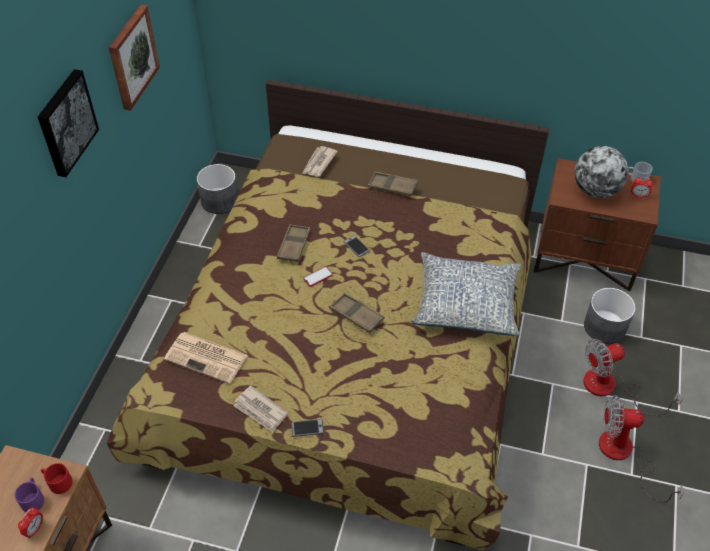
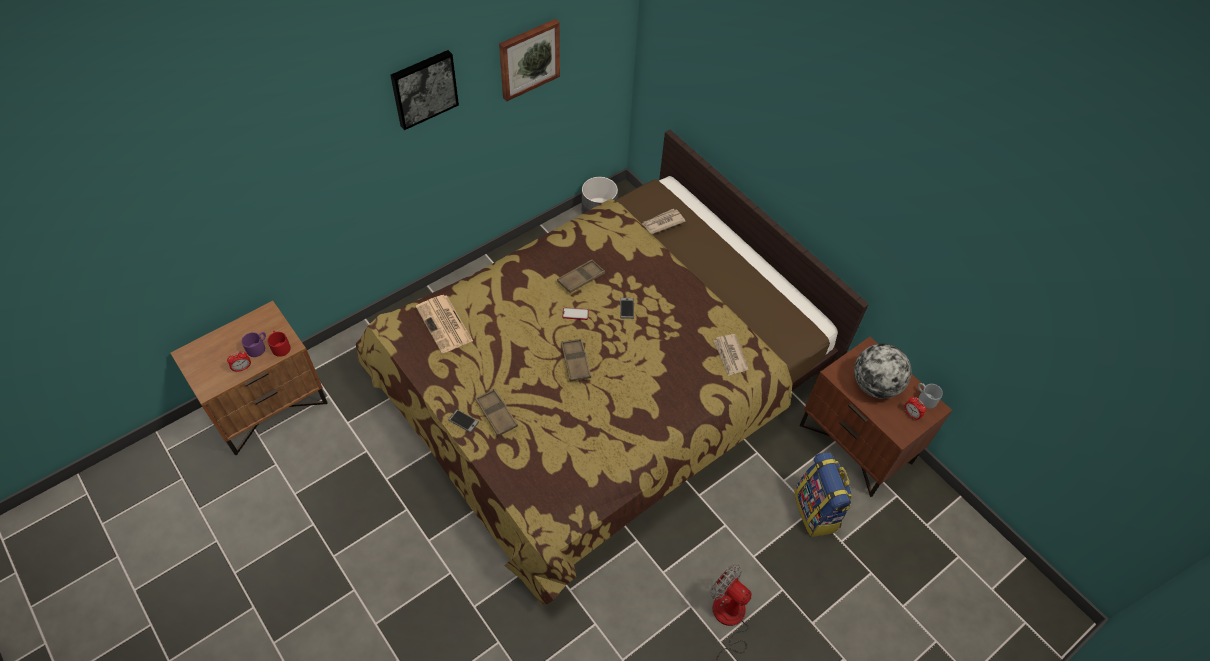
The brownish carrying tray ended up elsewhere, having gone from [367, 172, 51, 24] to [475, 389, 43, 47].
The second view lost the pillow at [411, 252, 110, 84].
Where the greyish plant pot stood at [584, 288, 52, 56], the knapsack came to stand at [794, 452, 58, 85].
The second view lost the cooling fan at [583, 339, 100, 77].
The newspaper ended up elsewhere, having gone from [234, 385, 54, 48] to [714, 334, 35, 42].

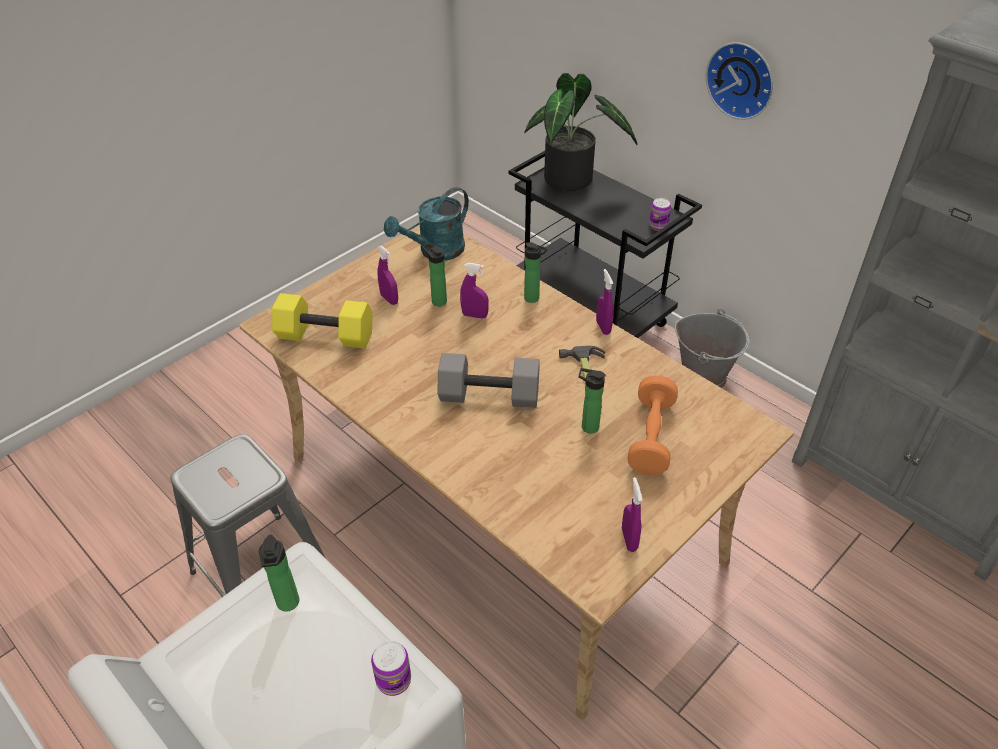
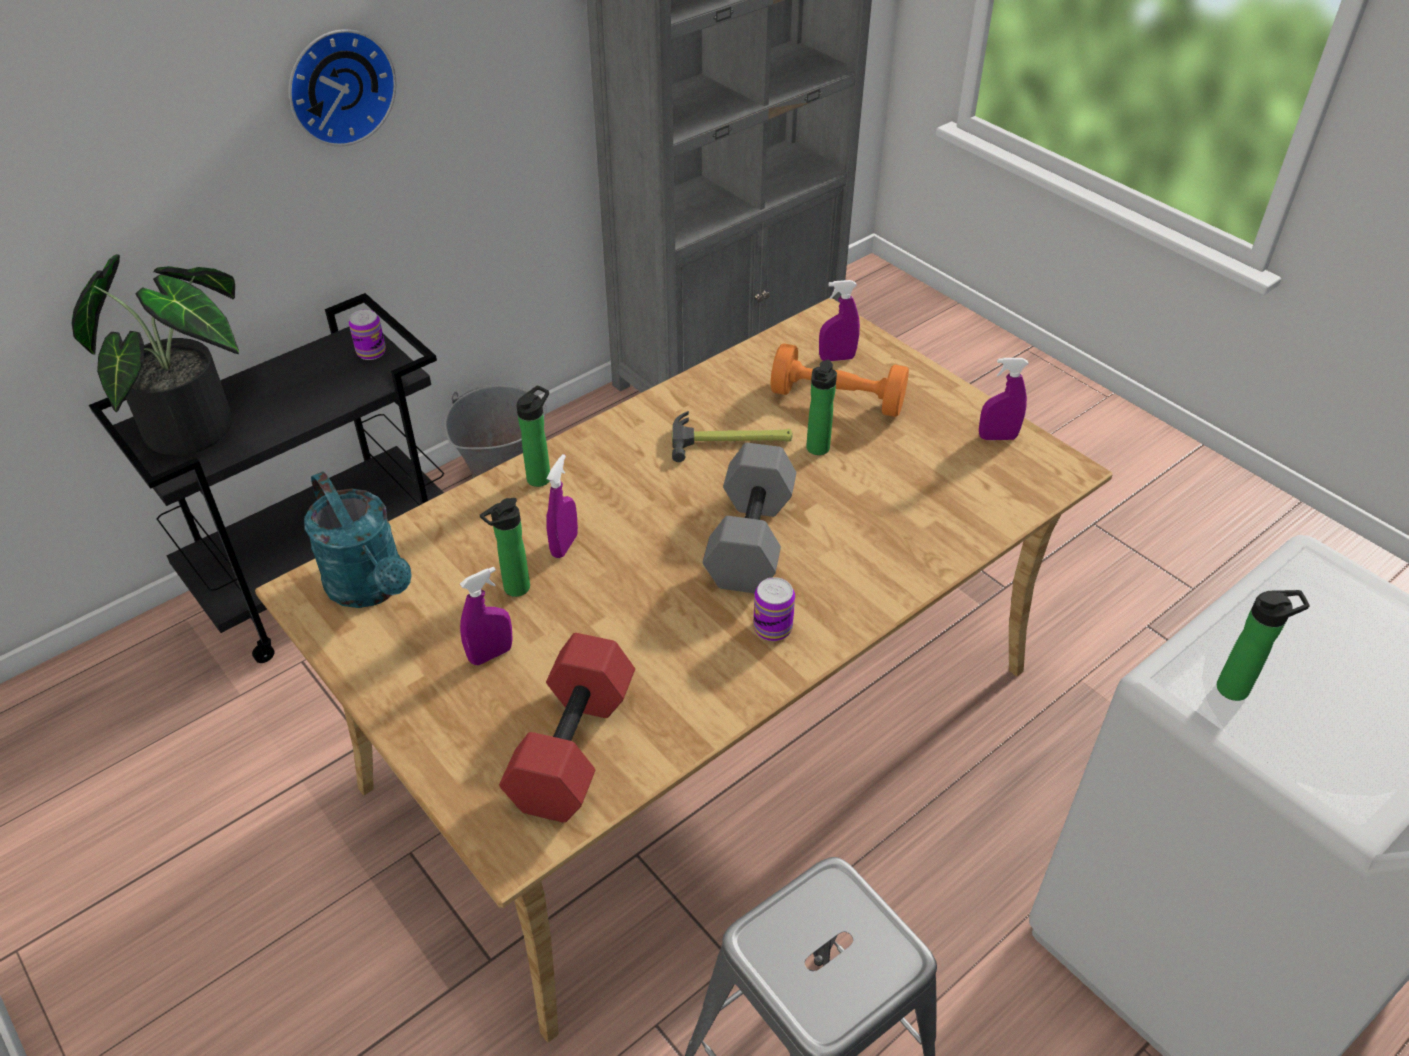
The purple sprayer ended up elsewhere, having gone from [596, 269, 17, 66] to [819, 280, 41, 81].
What was the yellowish hand weight at [272, 293, 101, 56] turned into the reddish hand weight at [499, 633, 136, 190].
The can ended up elsewhere, having gone from [371, 641, 40, 55] to [753, 577, 42, 64].

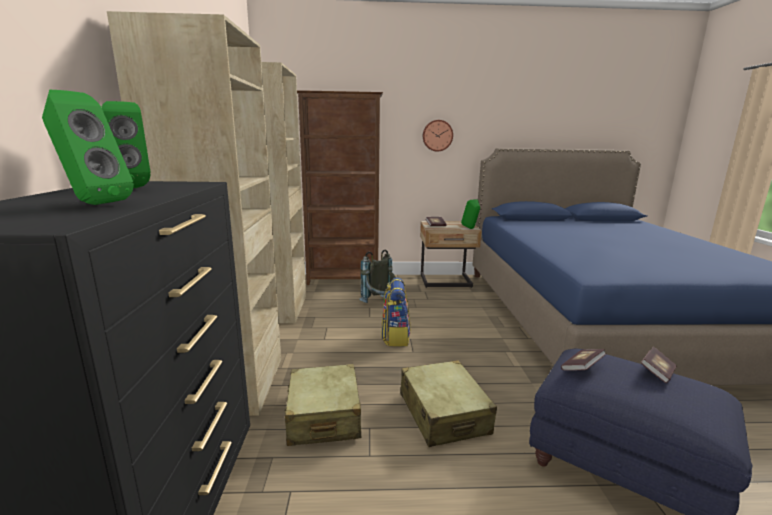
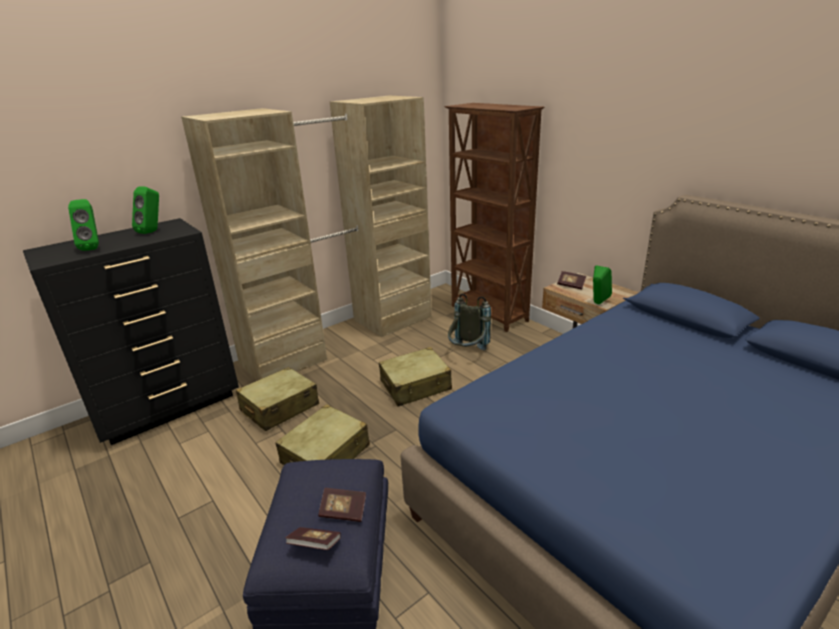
The second view lost the clock on the wall at [423, 120, 30, 32].
Where the knapsack stood at [381, 277, 30, 69], the beige-coloured travel case came to stand at [379, 347, 73, 60].
The volume ended up elsewhere, having gone from [561, 349, 45, 21] to [286, 527, 55, 23].

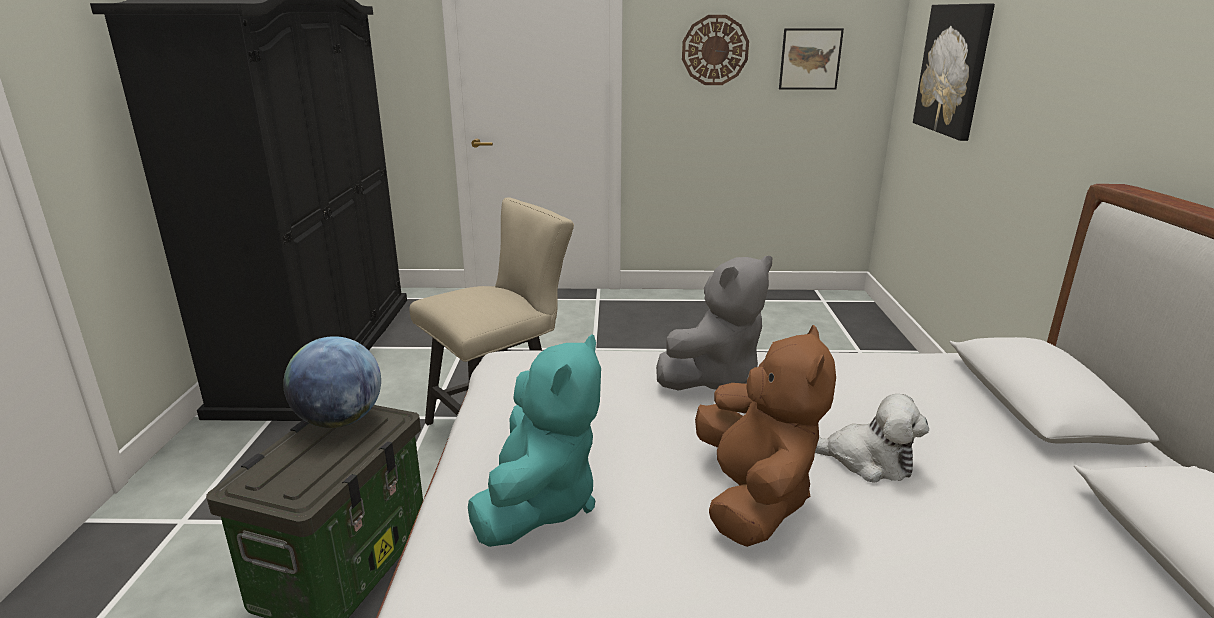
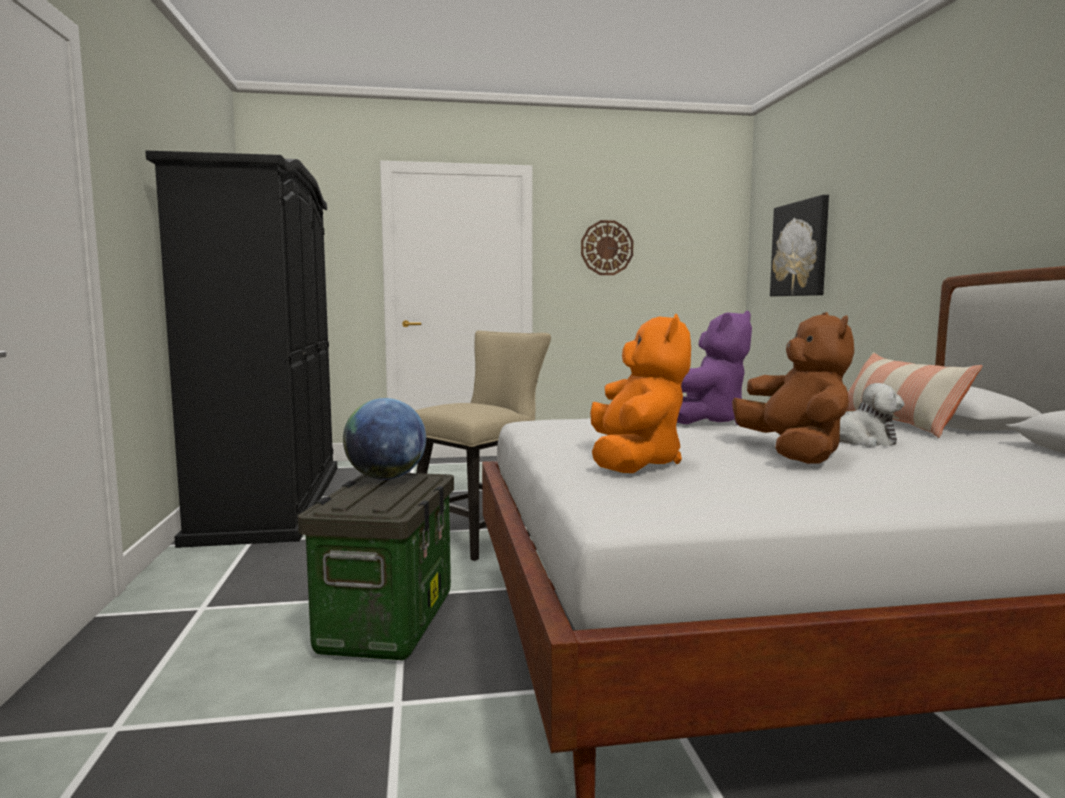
The second view lost the wall art at [779, 28, 65, 62].
What was the greyish soft toy at [656, 256, 116, 135] turned into the purple soft toy at [677, 311, 75, 114].
What was the turquoise-coloured soft toy at [468, 334, 133, 213] turned into the orangey soft toy at [590, 314, 101, 159].
The second view gained the pillow at [847, 352, 136, 86].

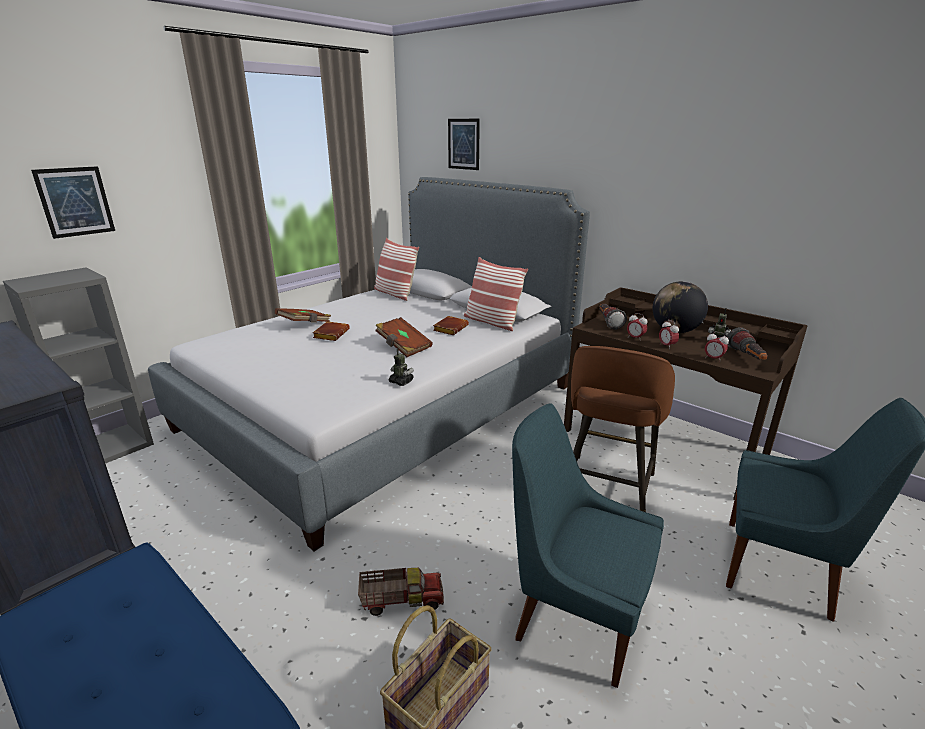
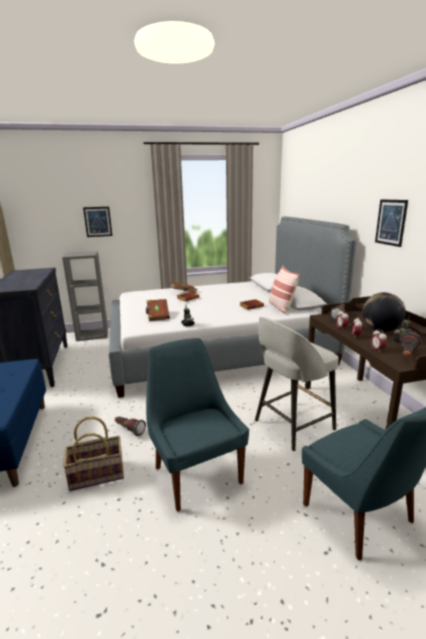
The wall art ended up elsewhere, having gone from [448, 119, 32, 51] to [375, 199, 33, 48].
The second view lost the pillow at [374, 238, 45, 63].
The brownish volume ended up elsewhere, having gone from [375, 317, 58, 40] to [146, 299, 24, 22].
What was the brownish stool seat at [571, 346, 104, 166] turned into the greyish stool seat at [255, 317, 84, 134].
Where the toy lorry stood at [358, 568, 86, 48], the flashlight came to stand at [114, 416, 32, 20].

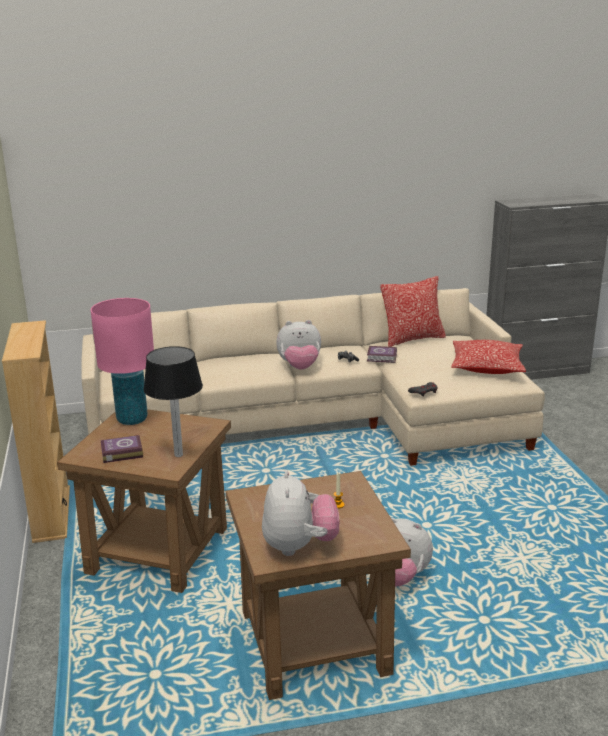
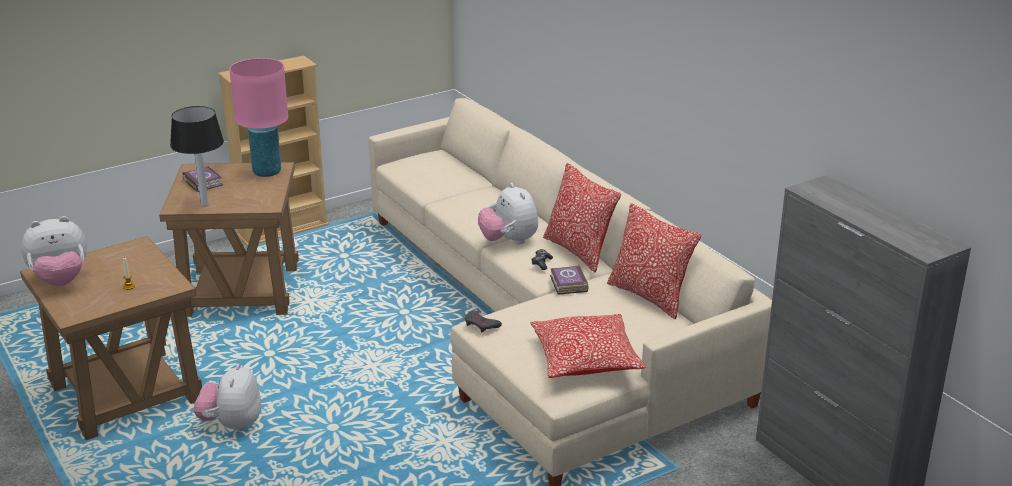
The second view gained the pillow at [543, 163, 78, 109].

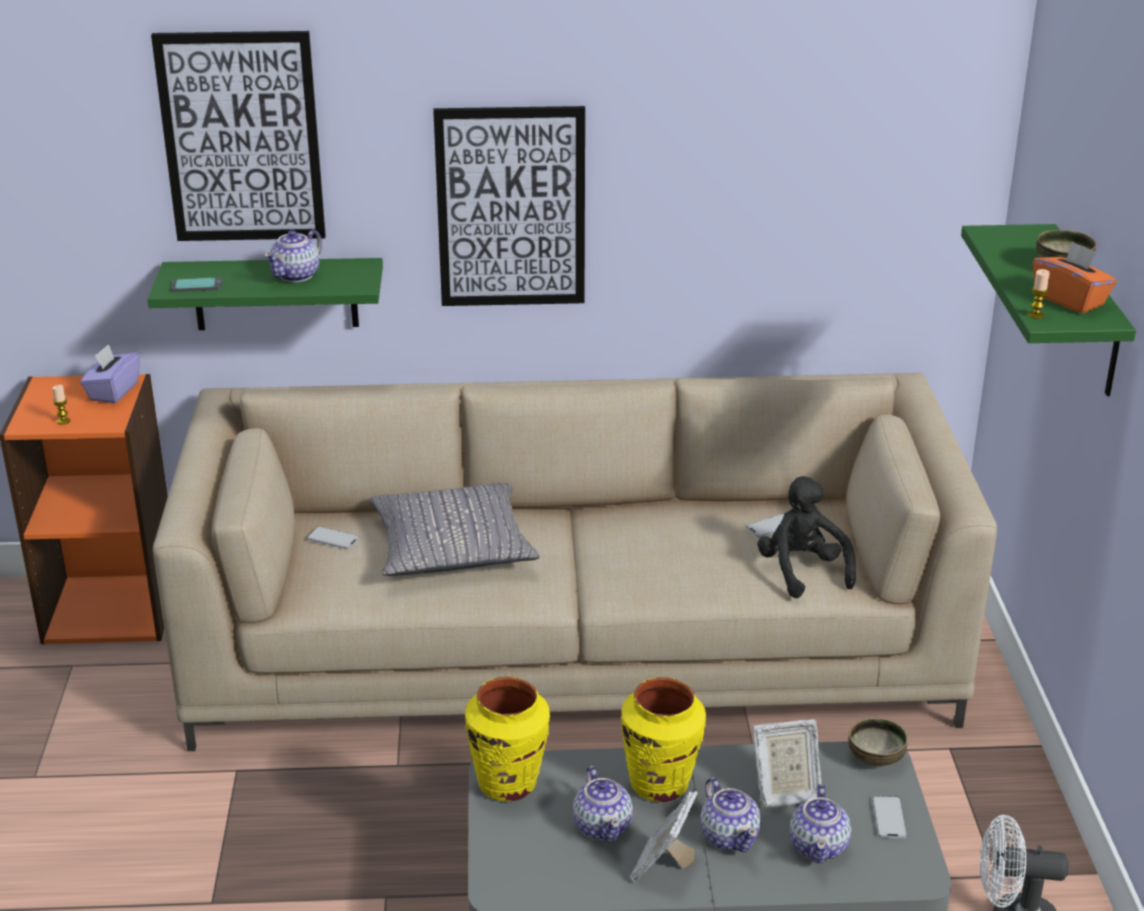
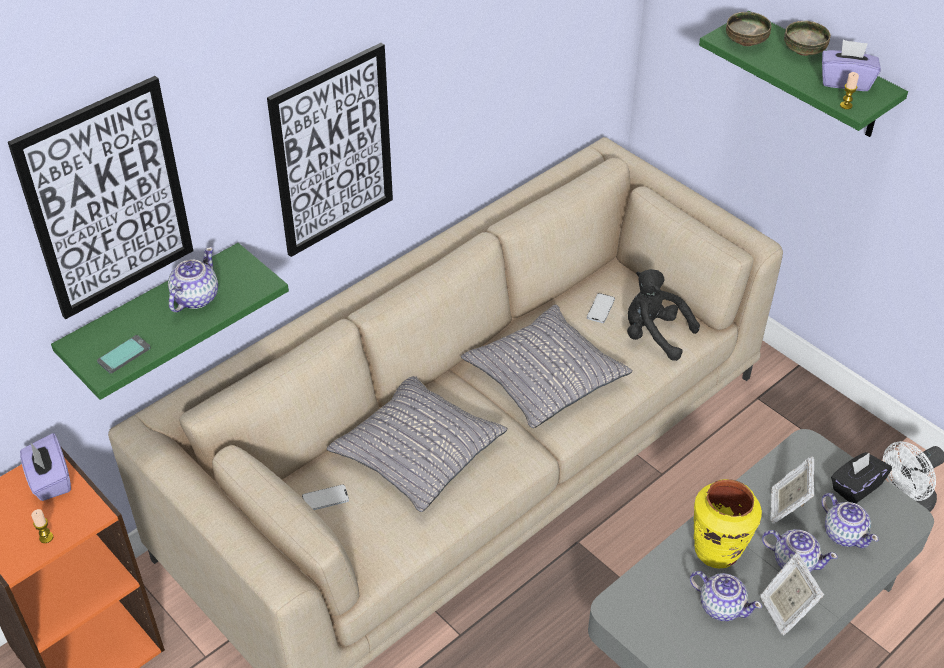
The tea pot at [264, 229, 58, 53] ended up facing another way, 150 degrees counterclockwise from before.
What was the orangey tissue holder at [1033, 241, 84, 73] turned into the purple tissue holder at [822, 40, 59, 51].
The second view lost the yellowish flower vase at [465, 677, 85, 124].
The deep dish ended up elsewhere, having gone from [848, 718, 60, 48] to [726, 12, 45, 34].
The standing frame at [752, 719, 69, 89] ended up facing another way, 150 degrees clockwise from before.
Where the phone stood at [872, 796, 35, 42], the black-coloured tissue holder came to stand at [831, 452, 61, 52].
The second view gained the greyish pillow at [461, 304, 172, 124].

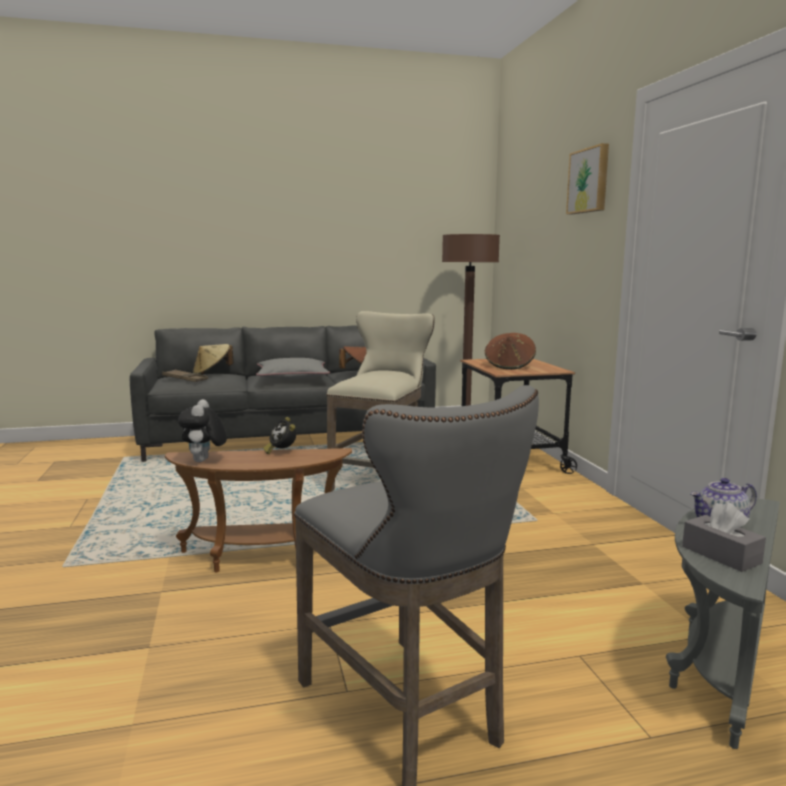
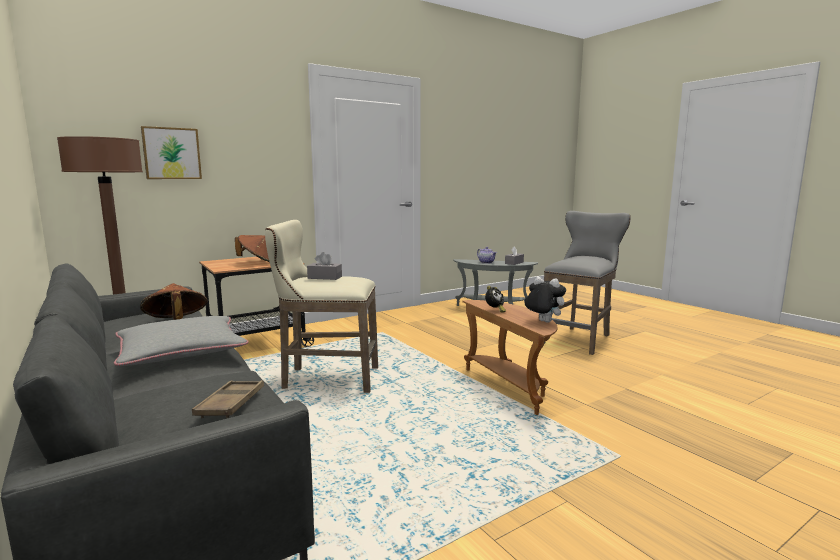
The wall art ended up elsewhere, having gone from [566, 143, 43, 71] to [141, 126, 61, 53].
The second view lost the beige-coloured hat at [193, 344, 41, 31].
The soft toy at [178, 399, 49, 63] ended up facing another way, 120 degrees counterclockwise from before.
The second view gained the greyish tissue holder at [307, 252, 35, 28].

